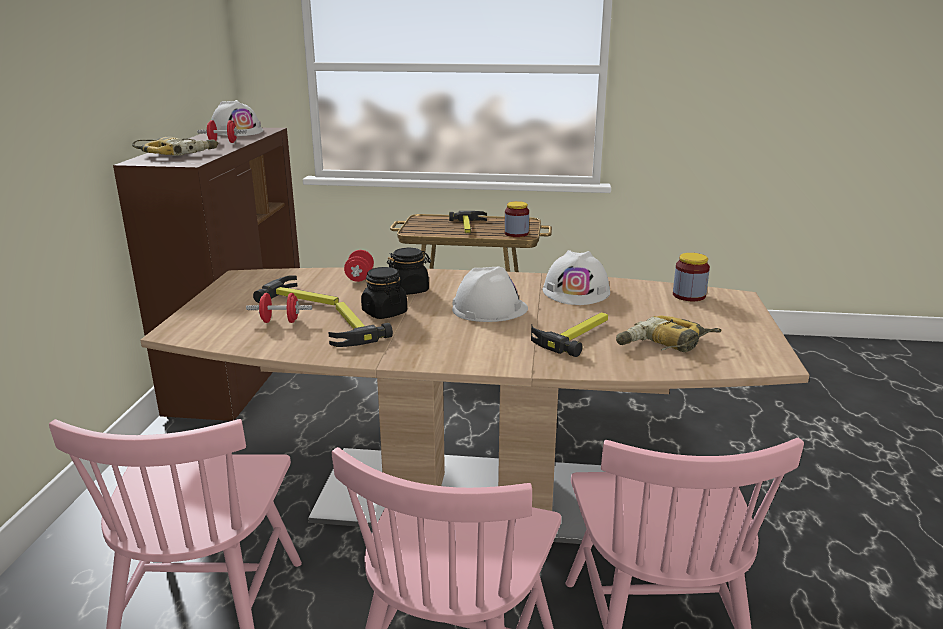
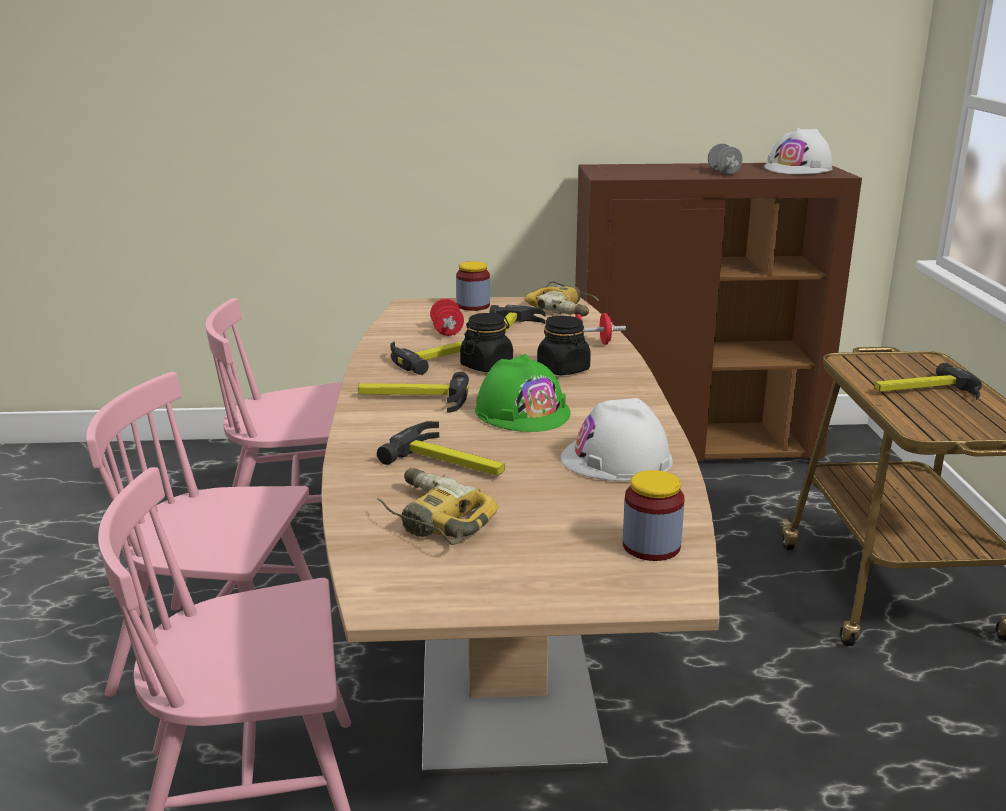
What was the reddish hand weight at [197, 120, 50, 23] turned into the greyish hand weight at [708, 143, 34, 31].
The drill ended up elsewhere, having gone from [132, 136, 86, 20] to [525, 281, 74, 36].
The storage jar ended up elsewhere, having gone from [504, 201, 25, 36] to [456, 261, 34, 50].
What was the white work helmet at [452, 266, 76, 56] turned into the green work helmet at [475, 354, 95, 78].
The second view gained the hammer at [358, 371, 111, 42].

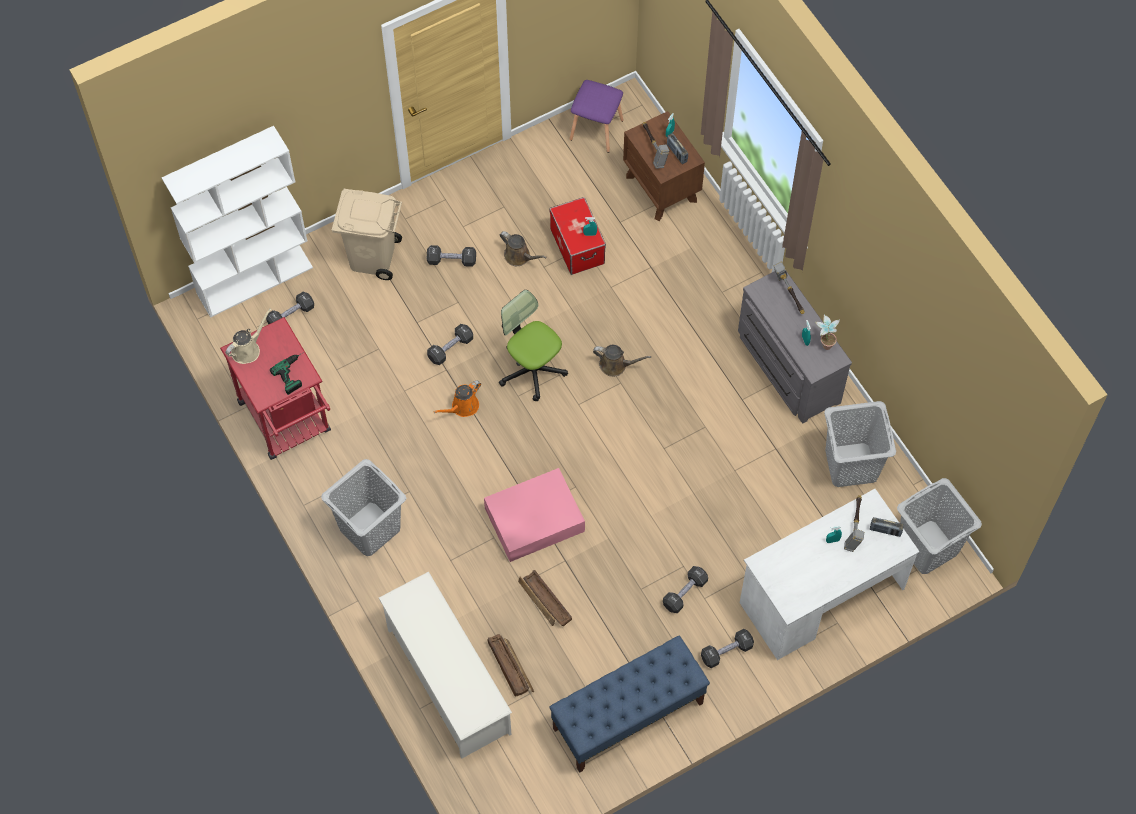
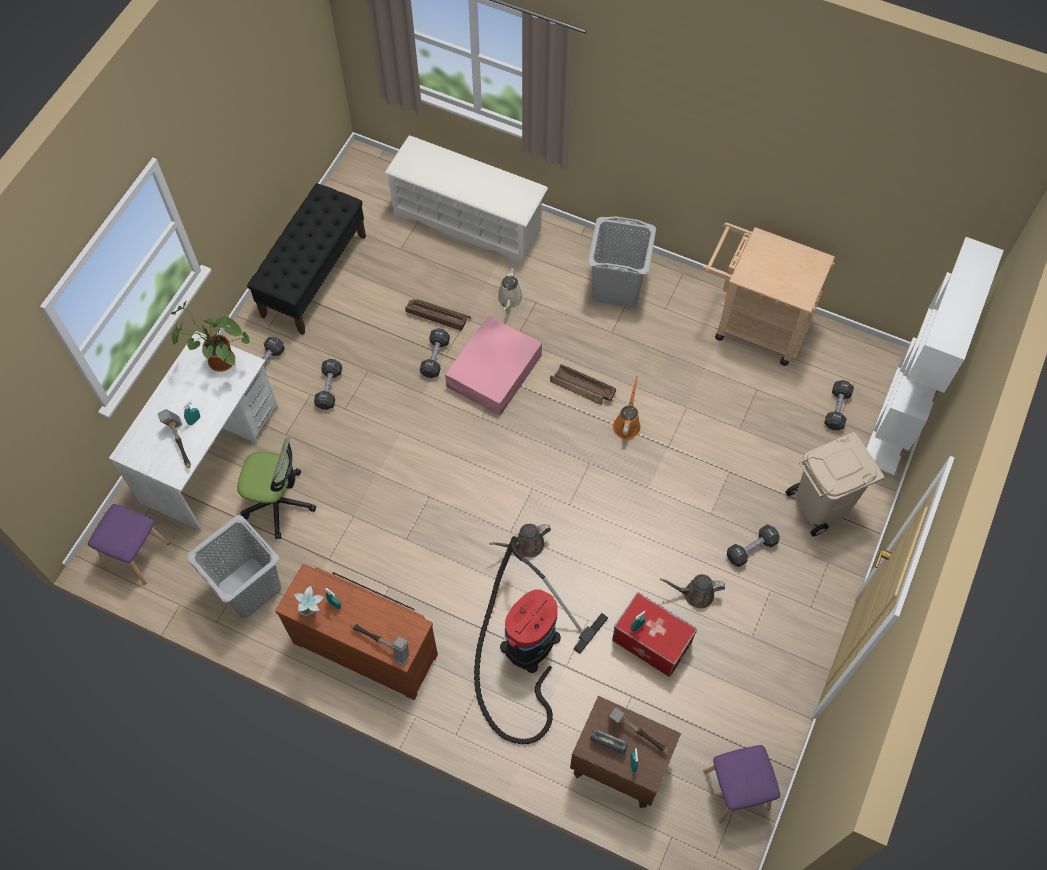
What was the greyish drawer chest at [738, 271, 114, 152] turned into the brownish drawer chest at [275, 564, 163, 136].
The computer chair ended up elsewhere, having gone from [499, 290, 69, 111] to [237, 438, 79, 101].
The beige-coloured watering pot ended up elsewhere, having gone from [225, 308, 47, 56] to [497, 268, 27, 44].
What was the reddish cart at [220, 317, 111, 143] turned into the beige-coloured cart at [703, 223, 132, 143].
The black-coloured hand weight ended up elsewhere, having gone from [427, 324, 46, 41] to [420, 328, 30, 50].
The second view lost the drill at [270, 352, 34, 43].
Where the greyish washing basket stood at [897, 478, 85, 96], the purple stool seat came to stand at [88, 504, 82, 81].
The second view lost the radio at [870, 517, 34, 20].
The crate ended up elsewhere, having gone from [488, 634, 46, 62] to [550, 364, 66, 41].
What was the blue long seat at [549, 636, 161, 137] turned into the black-coloured long seat at [247, 183, 119, 152].
The second view gained the houseplant at [171, 302, 79, 70].
The second view gained the vacuum cleaner at [474, 536, 134, 209].

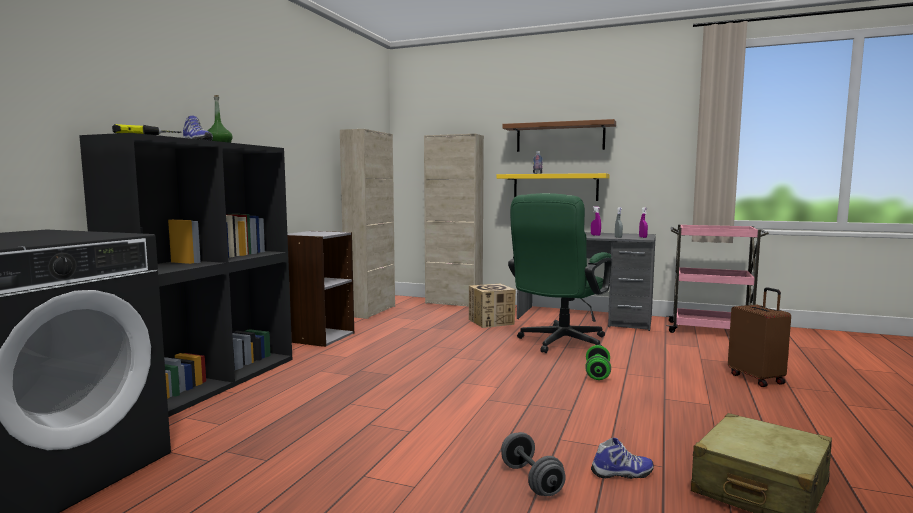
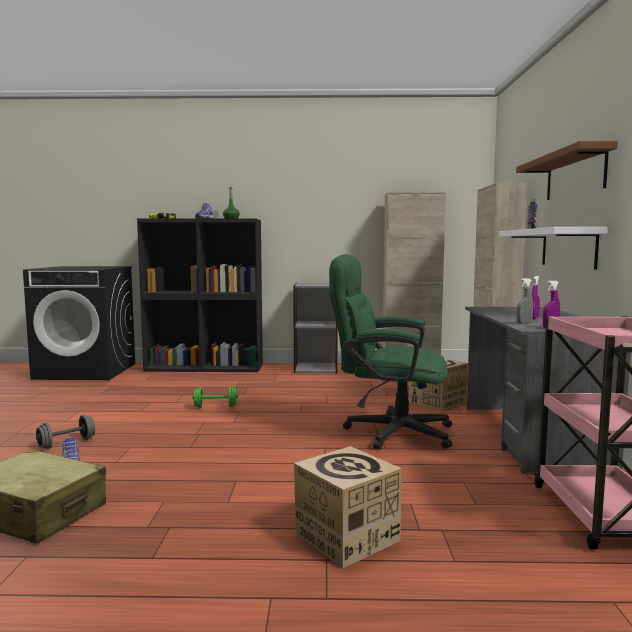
What was the yellowish shelf at [497, 173, 113, 28] turned into the white shelf at [499, 227, 109, 42].
Where the brownish travel case stood at [728, 287, 63, 100], the carton came to stand at [294, 446, 108, 122].
The green hand weight ended up elsewhere, having gone from [585, 345, 26, 35] to [193, 386, 45, 22].

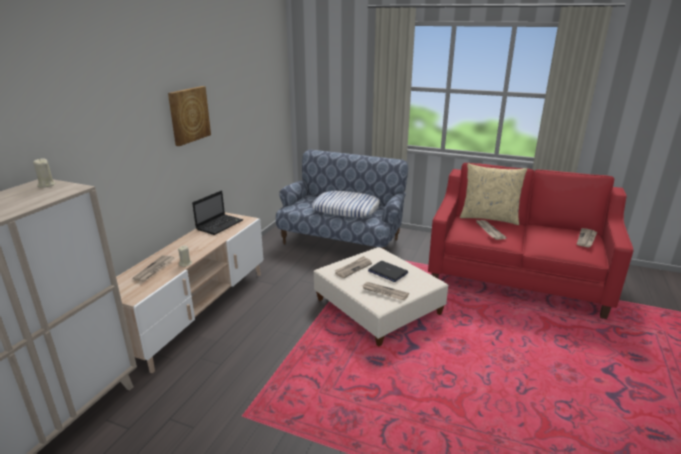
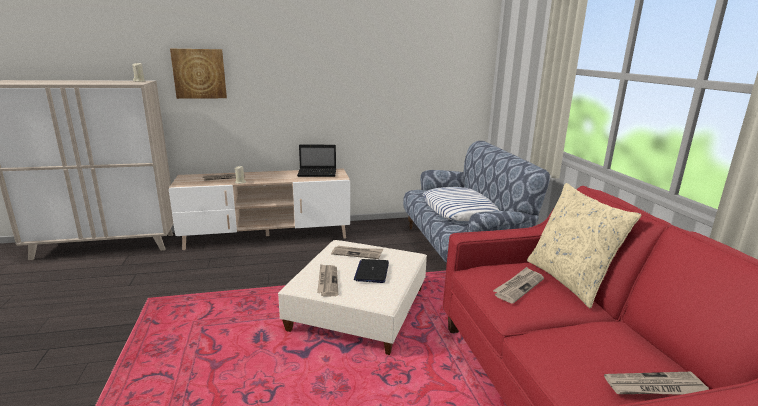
The wall art ended up elsewhere, having gone from [168, 86, 43, 60] to [170, 49, 57, 50].

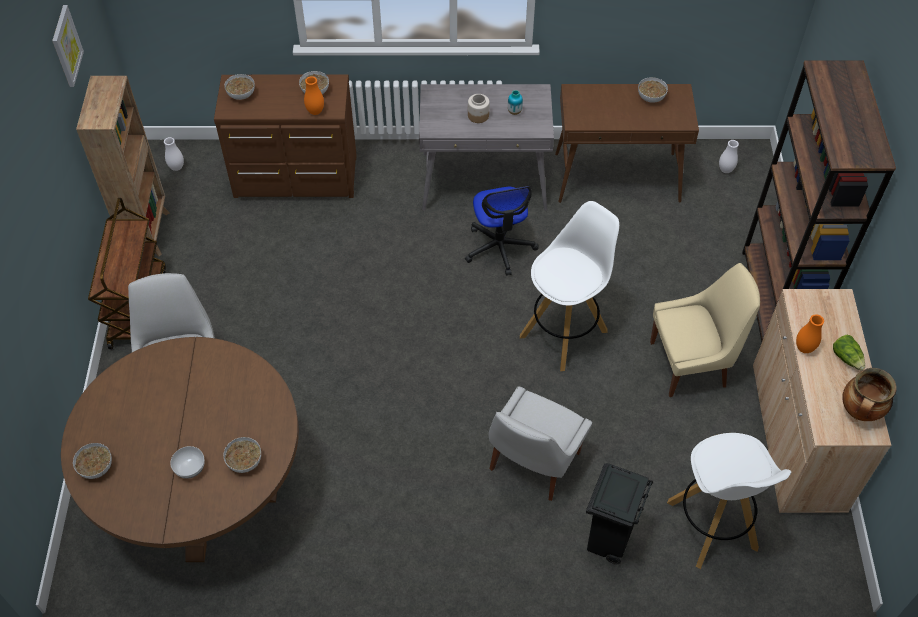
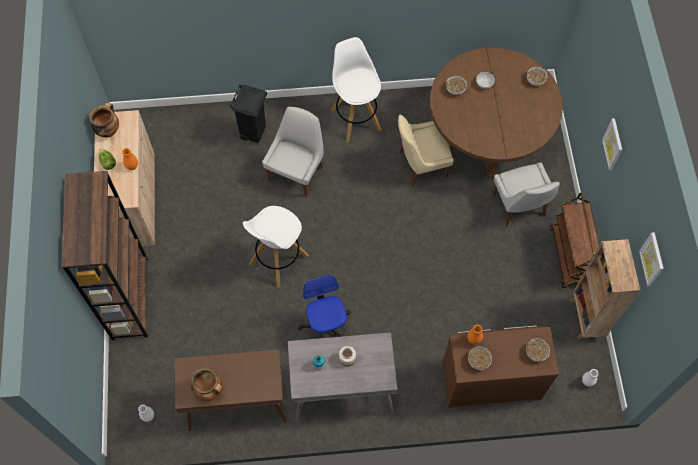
Where the deep dish stood at [638, 77, 30, 26], the saucepot came to stand at [191, 368, 32, 33].
The beige-coloured upright chair ended up elsewhere, having gone from [650, 263, 110, 134] to [398, 114, 56, 72].
The white stool seat ended up elsewhere, having gone from [667, 433, 125, 136] to [331, 37, 50, 106].
The second view gained the wall art at [602, 118, 20, 52].

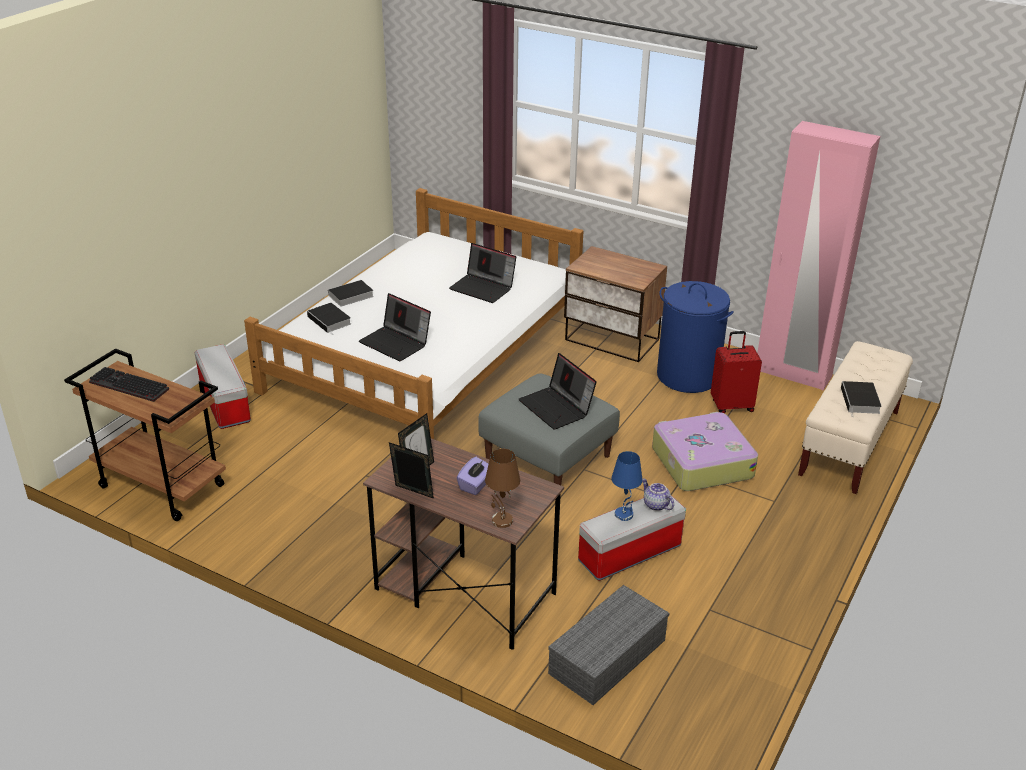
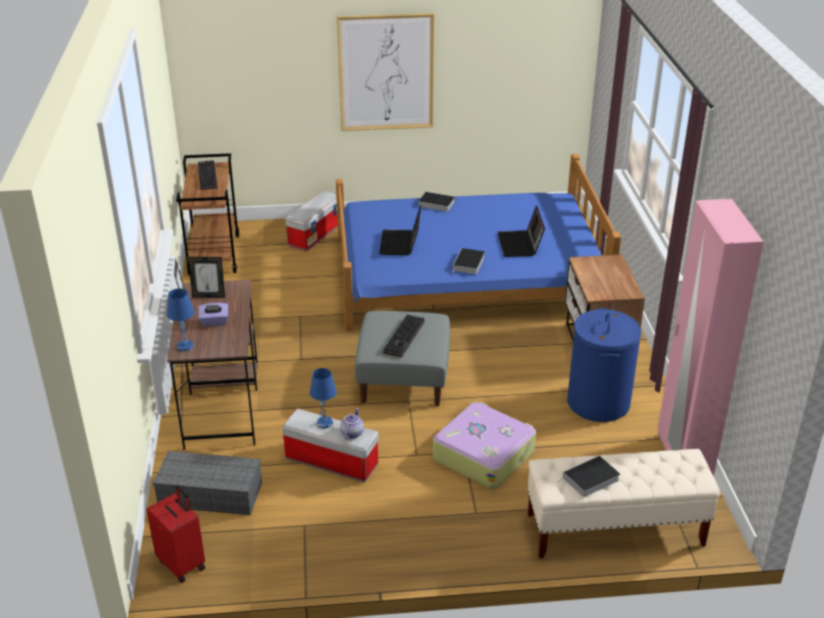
What was the white bed at [244, 188, 339, 251] turned into the blue bed at [336, 154, 285, 177].
The volume ended up elsewhere, having gone from [307, 303, 44, 32] to [453, 248, 32, 26].
The reddish travel case ended up elsewhere, having gone from [711, 331, 51, 82] to [146, 485, 59, 98].
Where the portable computer stood at [518, 353, 79, 77], the PC keyboard came to stand at [383, 314, 42, 44].
What was the brownish table lamp at [485, 449, 35, 79] turned into the blue table lamp at [167, 289, 27, 62].
The second view gained the wall art at [337, 13, 97, 118].

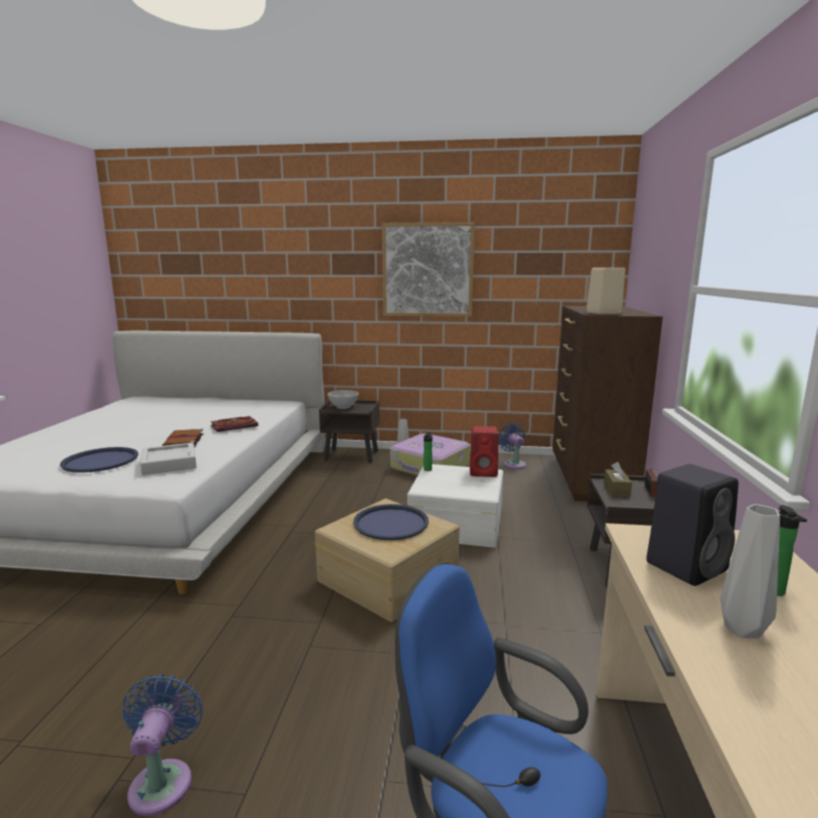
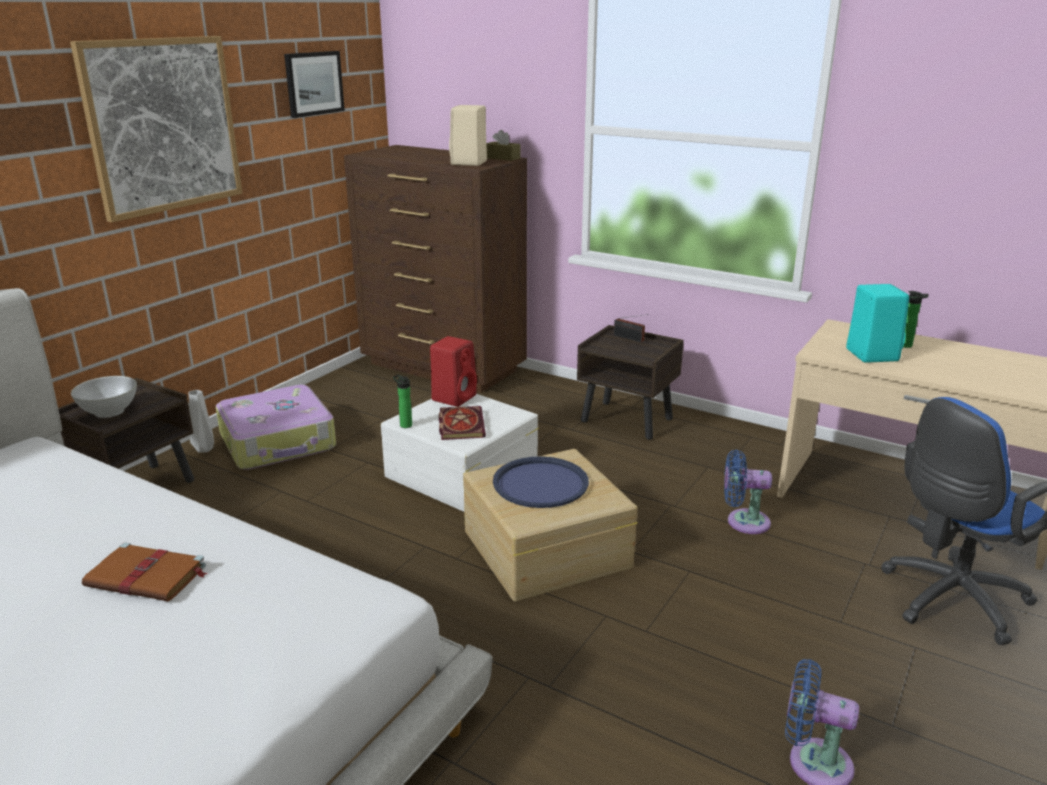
The volume ended up elsewhere, having gone from [210, 416, 48, 16] to [439, 406, 47, 34].
The blue cooling fan ended up elsewhere, having gone from [498, 423, 28, 46] to [724, 450, 48, 84].
The second view lost the greyish carrying tray at [140, 443, 57, 32].
The second view lost the blue carrying tray at [60, 447, 78, 26].
The brownish tissue holder ended up elsewhere, having gone from [604, 462, 28, 35] to [486, 130, 35, 31].
What was the black-coloured loudspeaker at [646, 464, 92, 122] turned into the turquoise-coloured loudspeaker at [846, 284, 63, 79].
The second view lost the greyish flower vase at [720, 504, 60, 134].
The second view gained the wall art at [284, 51, 61, 67].

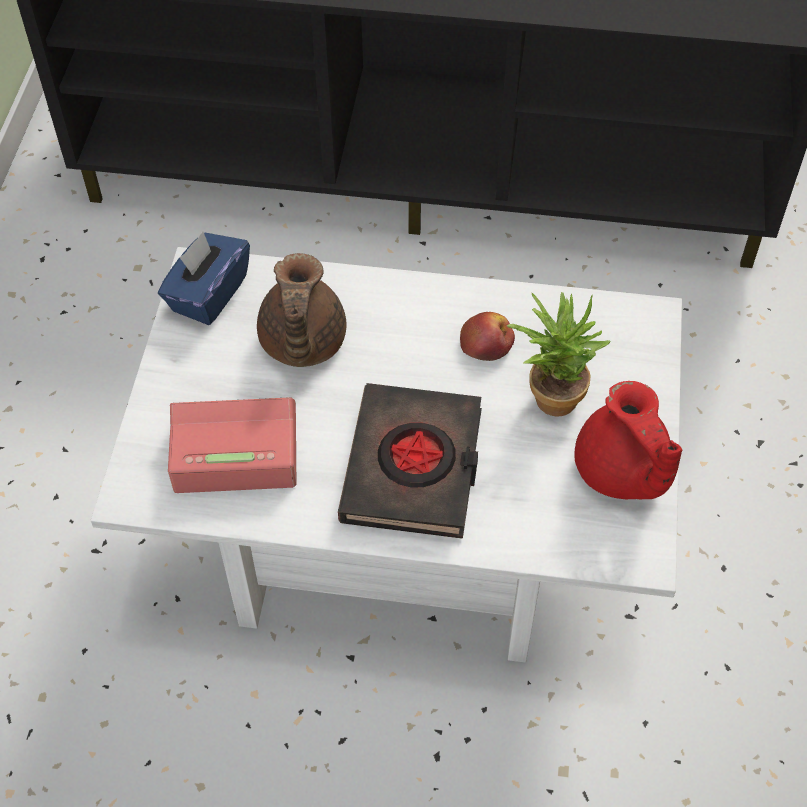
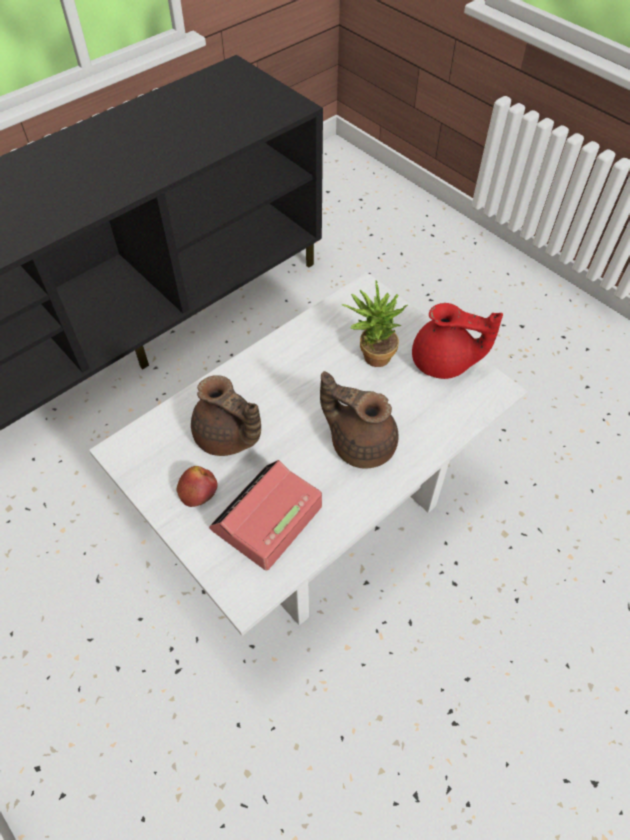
The second view lost the blue tissue holder at [158, 232, 92, 93].
The apple fruit ended up elsewhere, having gone from [460, 312, 55, 49] to [177, 466, 41, 41].
Where the black-coloured volume stood at [338, 383, 144, 156], the brownish tea pot came to stand at [320, 371, 78, 98].

